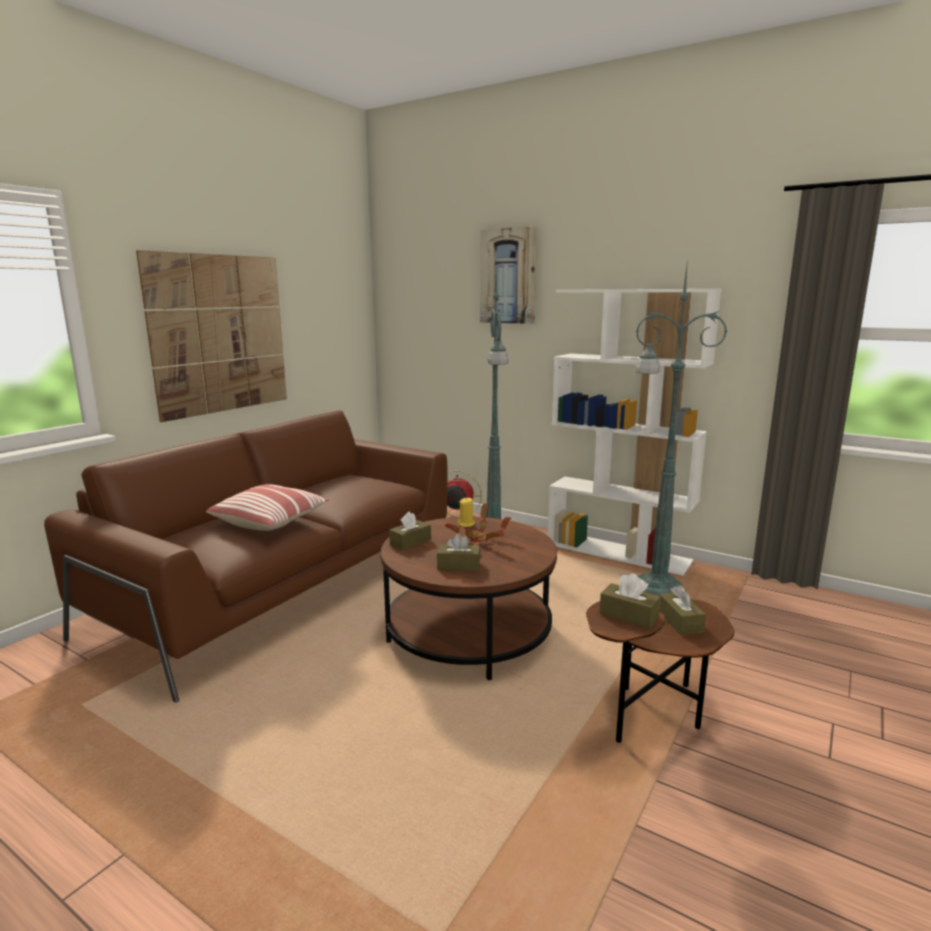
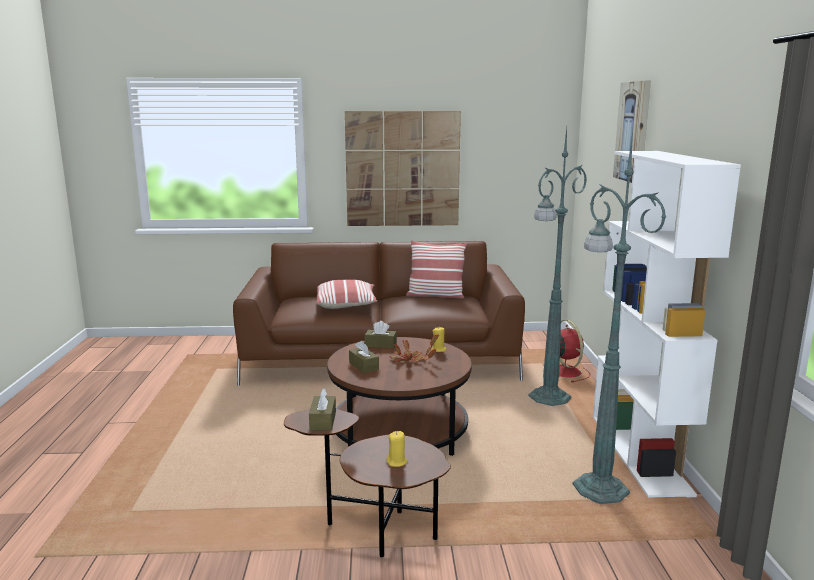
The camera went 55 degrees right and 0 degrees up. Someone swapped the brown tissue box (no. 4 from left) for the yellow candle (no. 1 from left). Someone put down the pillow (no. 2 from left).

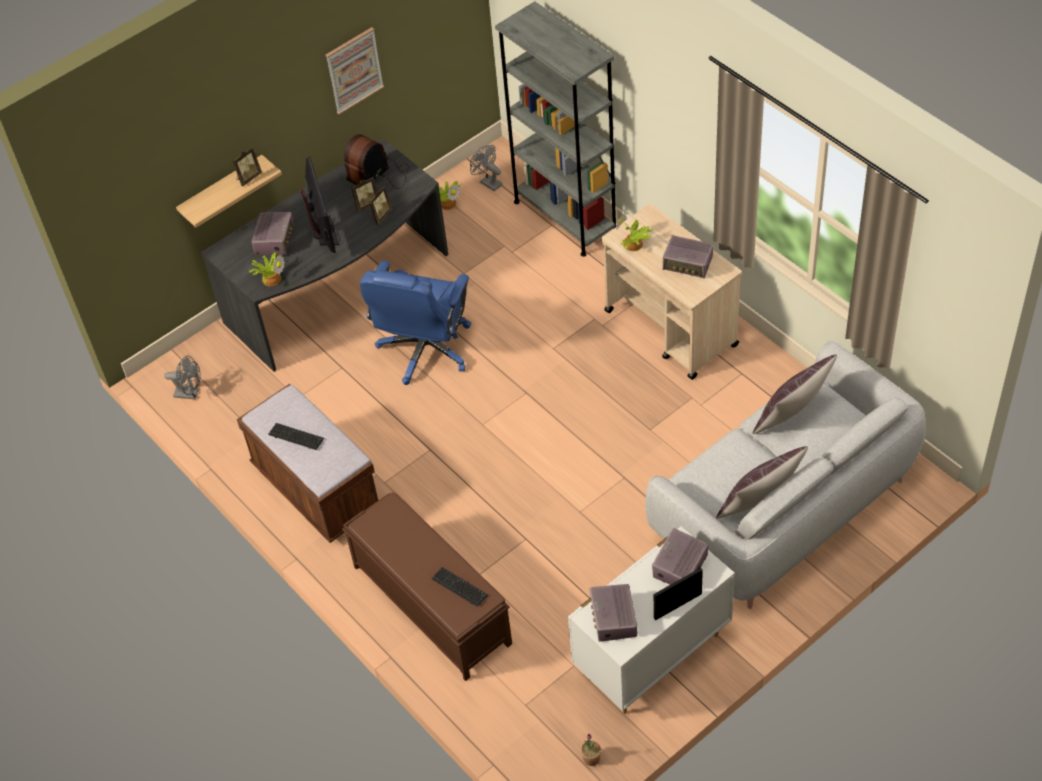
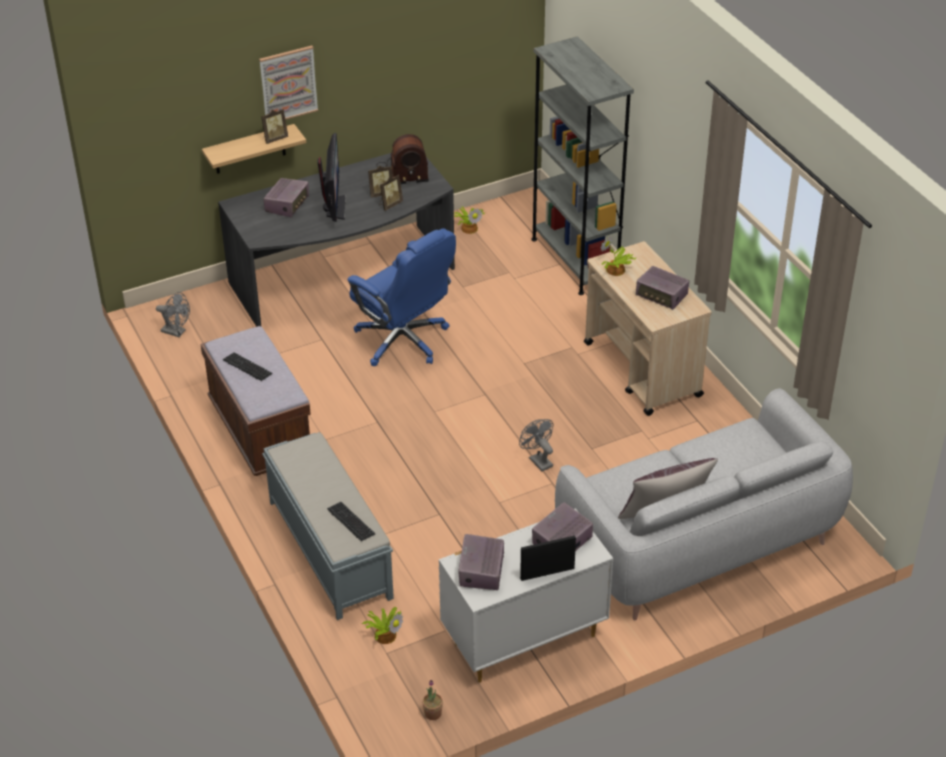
The camera went 10 degrees right and 10 degrees down. Someone carried the picture. Someone repainted the brown bench (no. 2 from left), which became the grey bench. Someone rotated the blue office chair by 75 degrees counterclockwise. Someone carried the potted plant (no. 1 from left). Someone rotated the radio (no. 2 from left) by 150 degrees counterclockwise. Someone carried the grey fan (no. 2 from left). Someone took away the brown pillow (no. 2 from left).

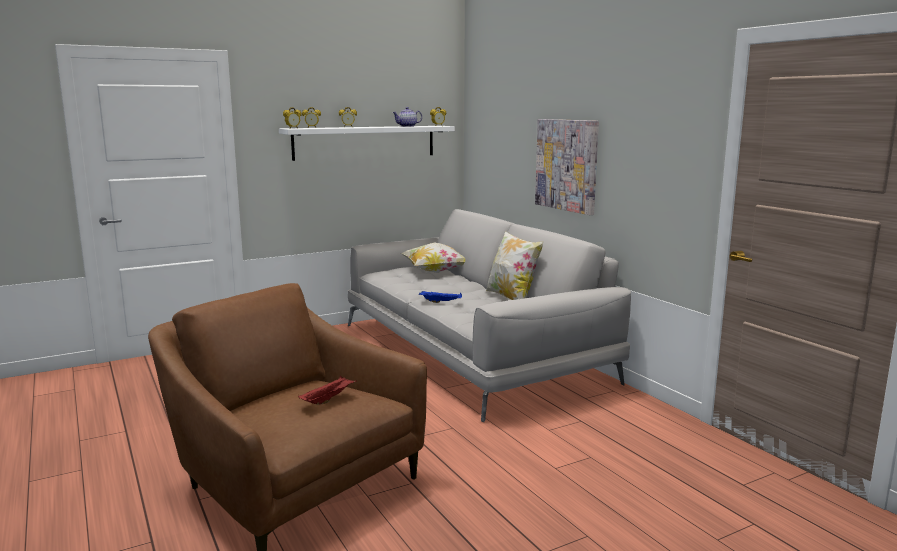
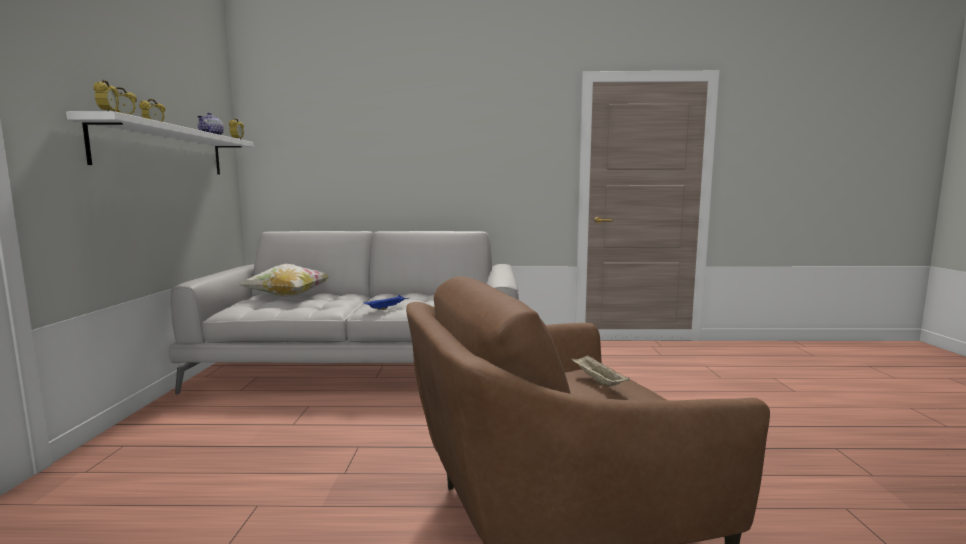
The camera went 60 degrees left and 5 degrees down. Someone repainted the red tray, which became the beige tray. Someone took away the pillow (no. 2 from left). Someone took away the picture.

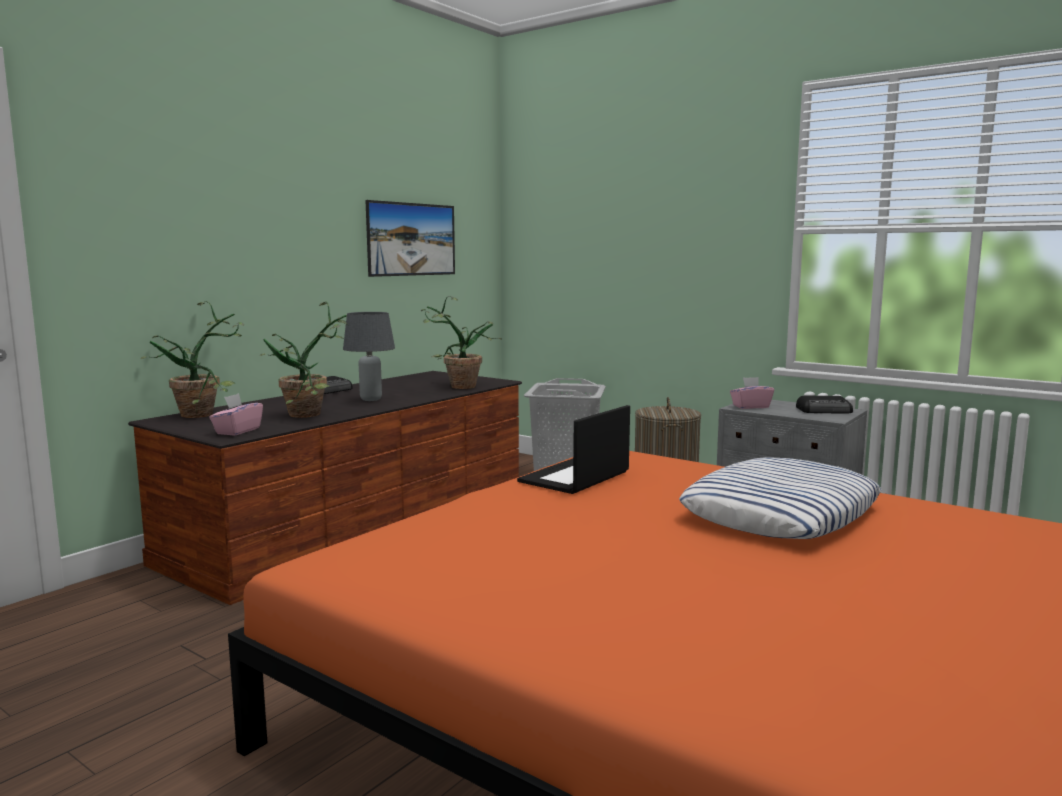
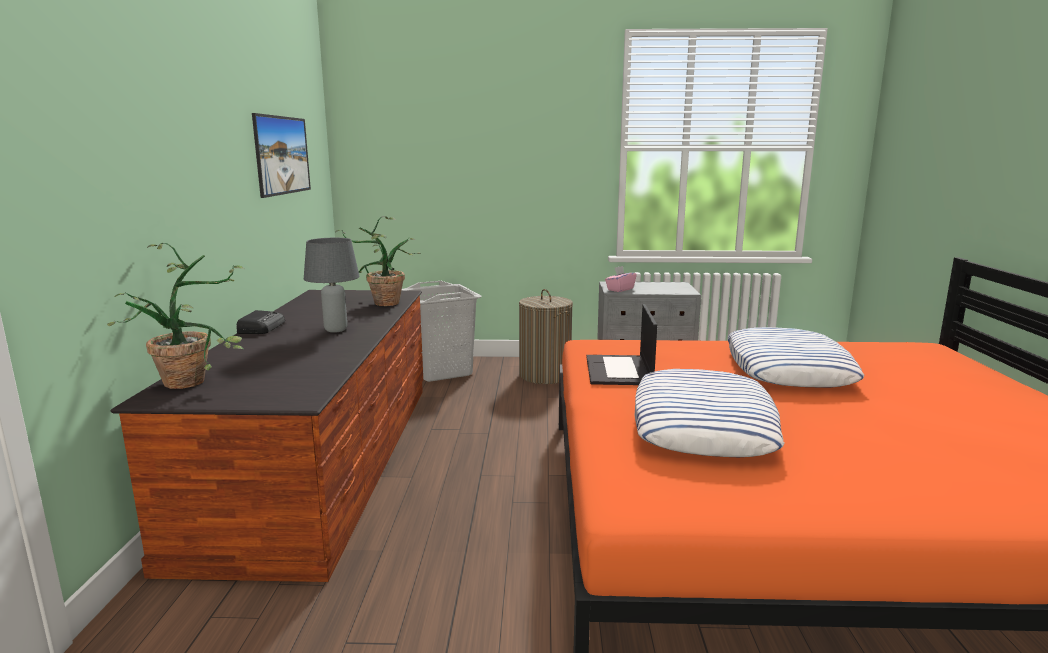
The camera went 35 degrees left and 5 degrees up. Someone put down the pillow (no. 1 from left). Someone took away the pink tissue box (no. 1 from left). Someone took away the potted plant (no. 2 from left). Someone took away the radio (no. 2 from left).

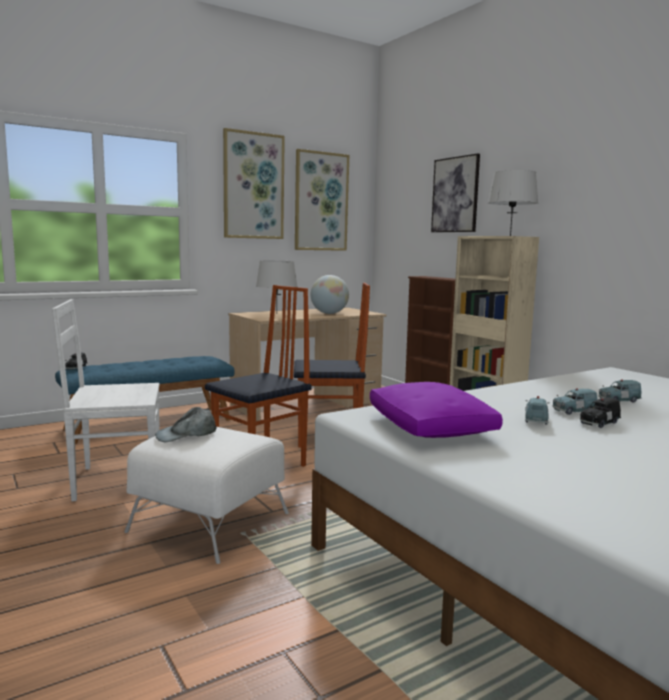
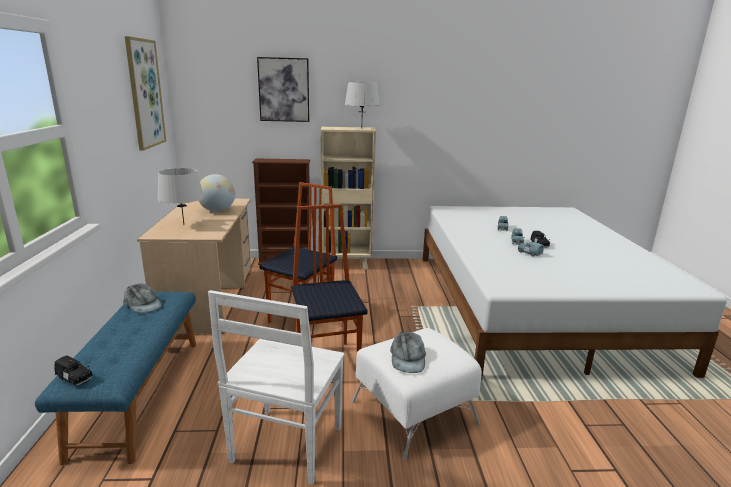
The camera went 60 degrees left and 10 degrees up. Someone put down the grey cap (no. 1 from left). Someone took away the picture (no. 1 from left). Someone took away the purple pillow.

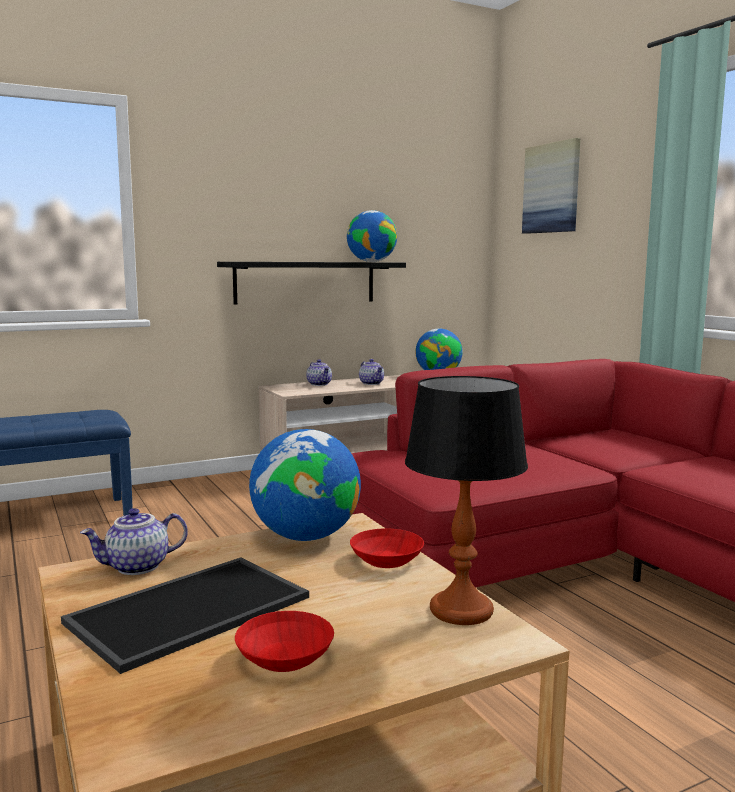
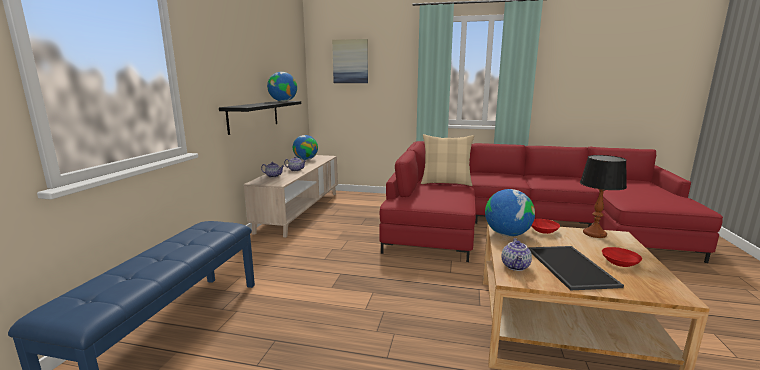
The camera went 50 degrees left and 5 degrees up. Someone put down the beige pillow.

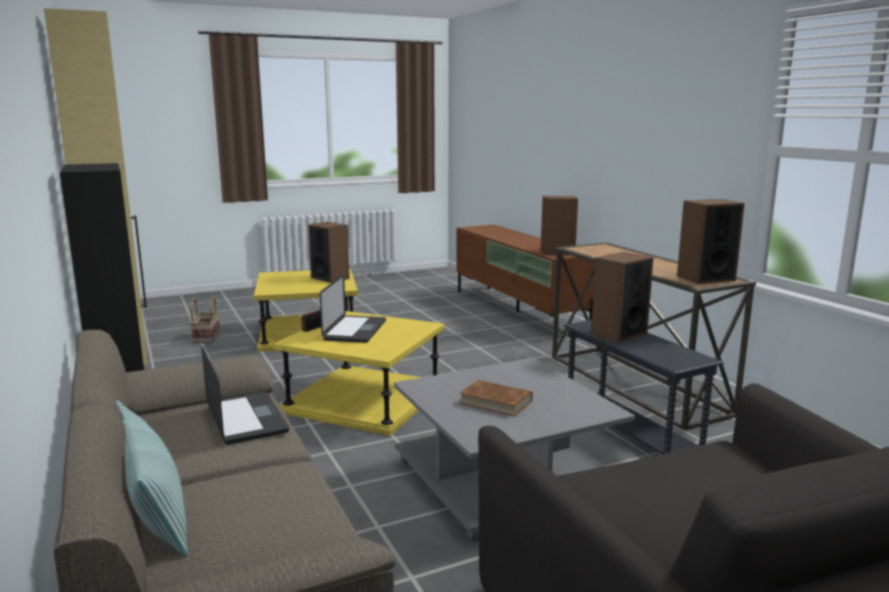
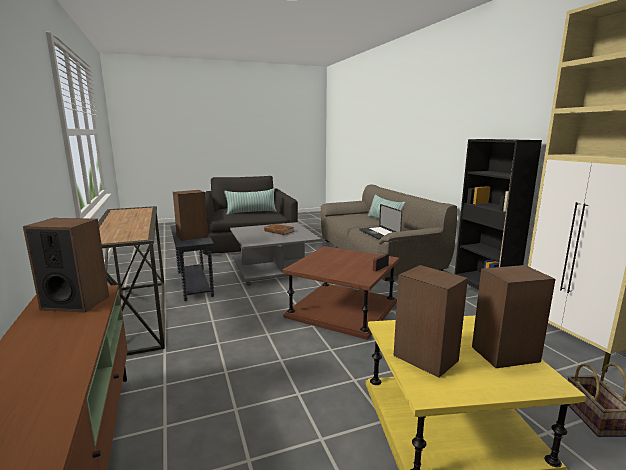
The camera went 175 degrees left and 0 degrees up. Someone put down the pillow (no. 1 from left). Someone repainted the yellow side table (no. 2 from left), which became the brown side table. Someone carried the speaker (no. 4 from left). Someone took away the laptop (no. 2 from left).

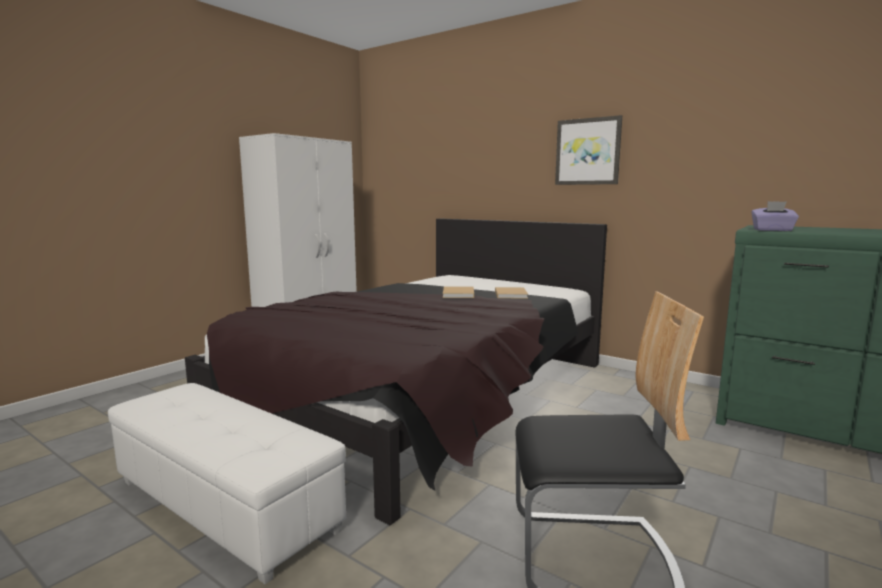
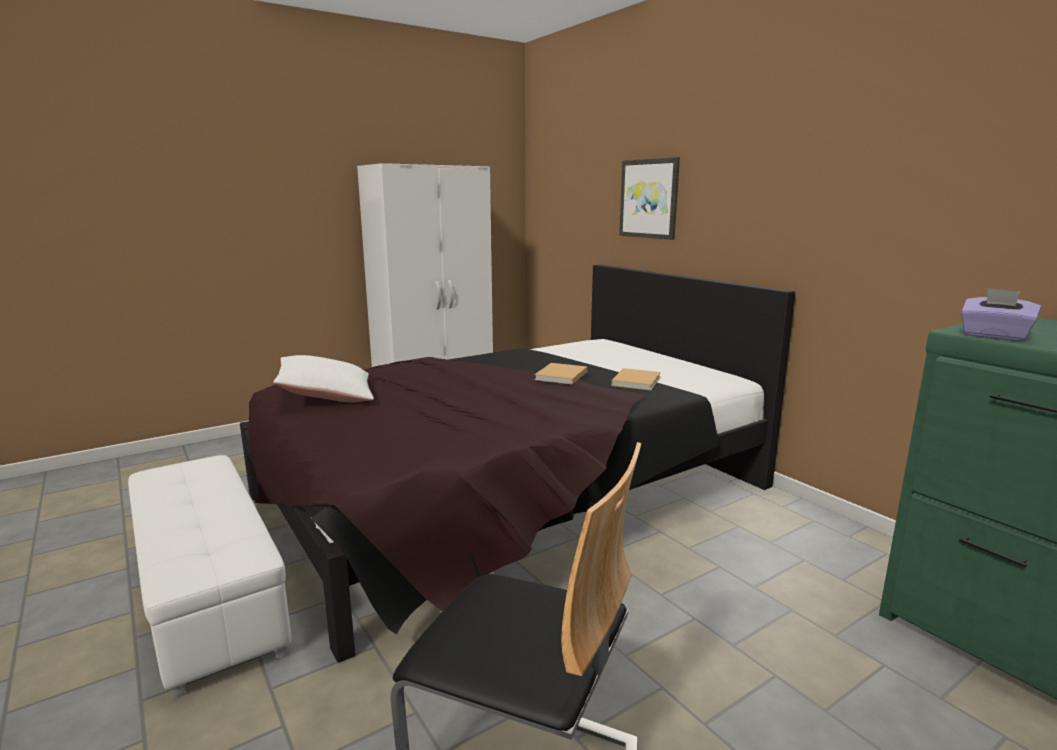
The camera went 20 degrees right and 5 degrees up. Someone put down the white pillow. Someone carried the picture.

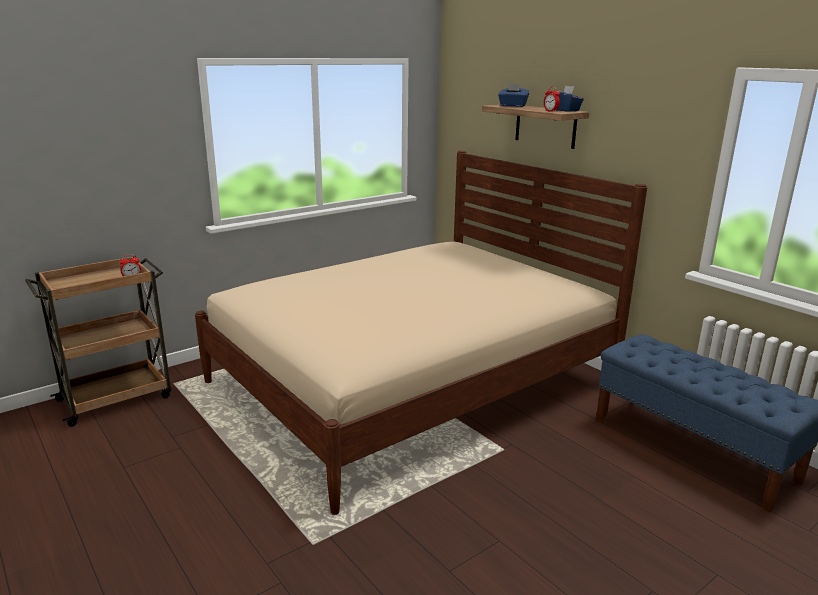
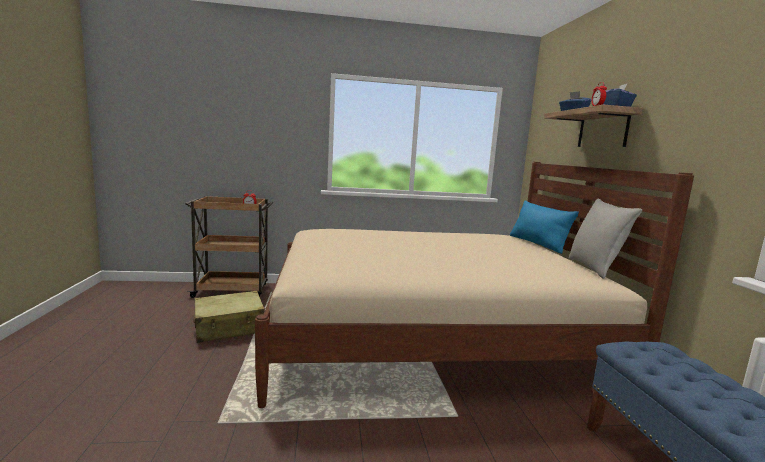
The camera went 30 degrees right and 10 degrees down. Someone put down the beige suitcase. Someone put down the blue pillow. Someone put down the grey pillow.

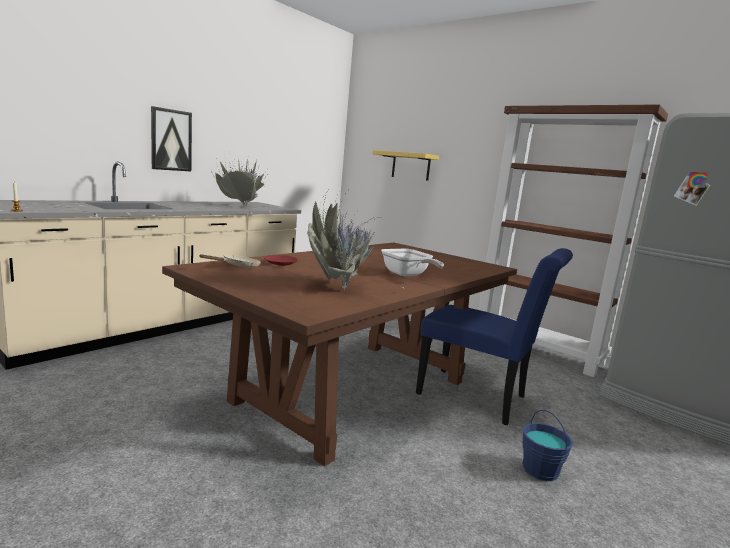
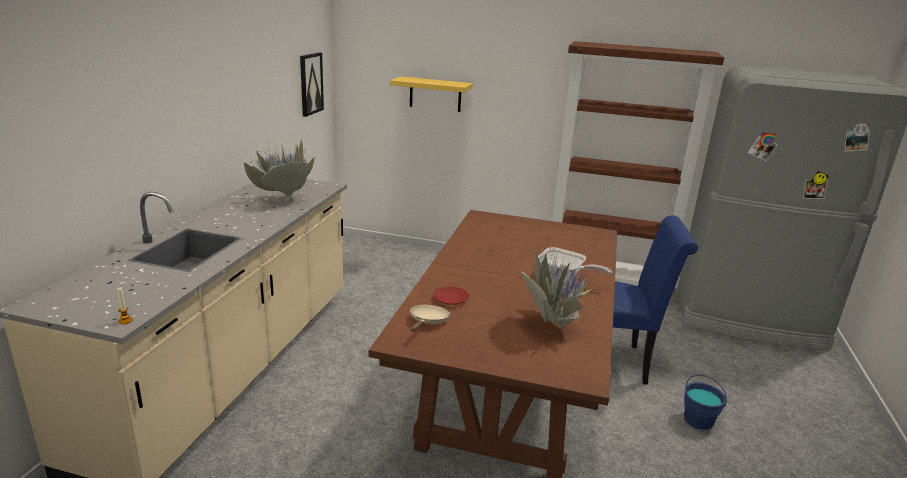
The camera went 25 degrees left and 10 degrees up. Someone carried the picture.

